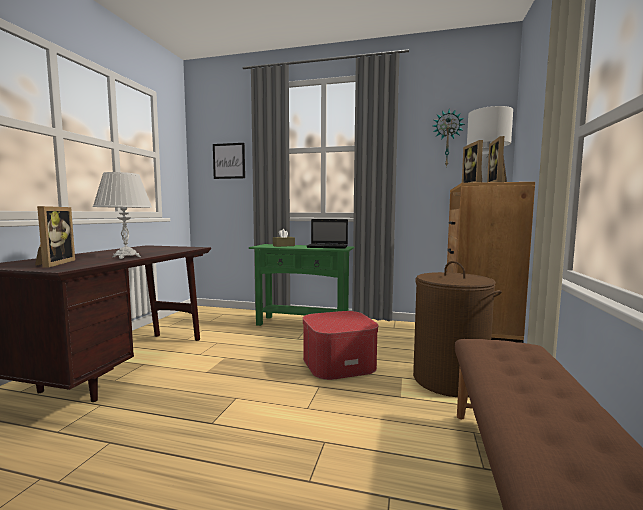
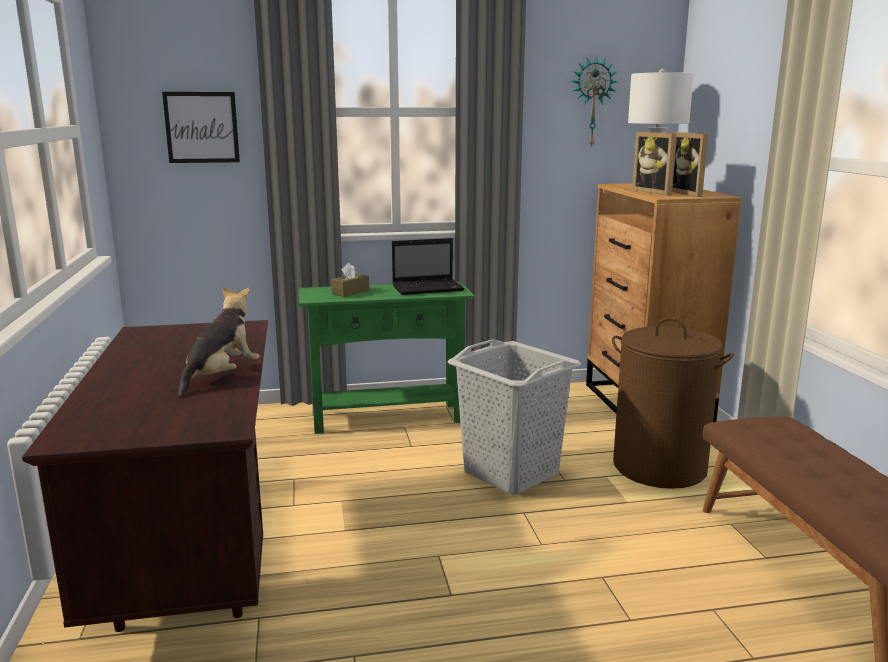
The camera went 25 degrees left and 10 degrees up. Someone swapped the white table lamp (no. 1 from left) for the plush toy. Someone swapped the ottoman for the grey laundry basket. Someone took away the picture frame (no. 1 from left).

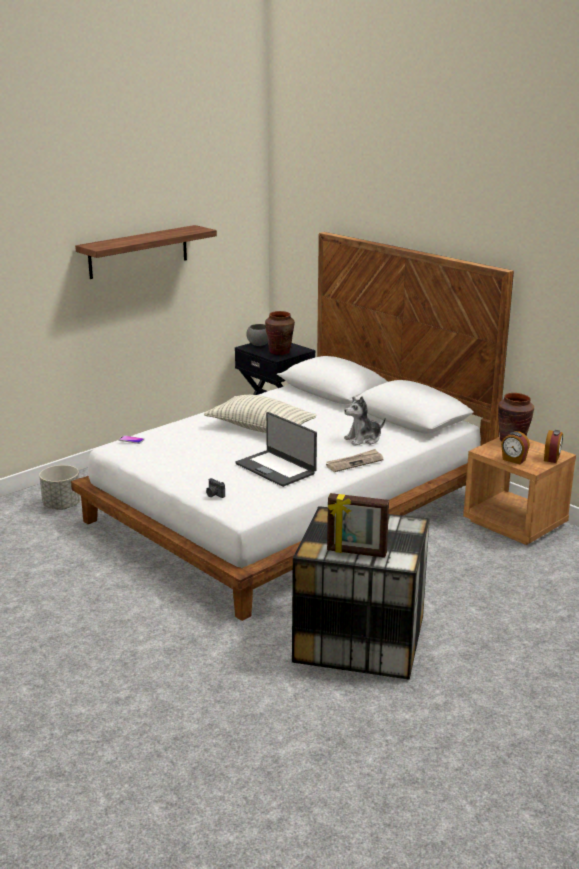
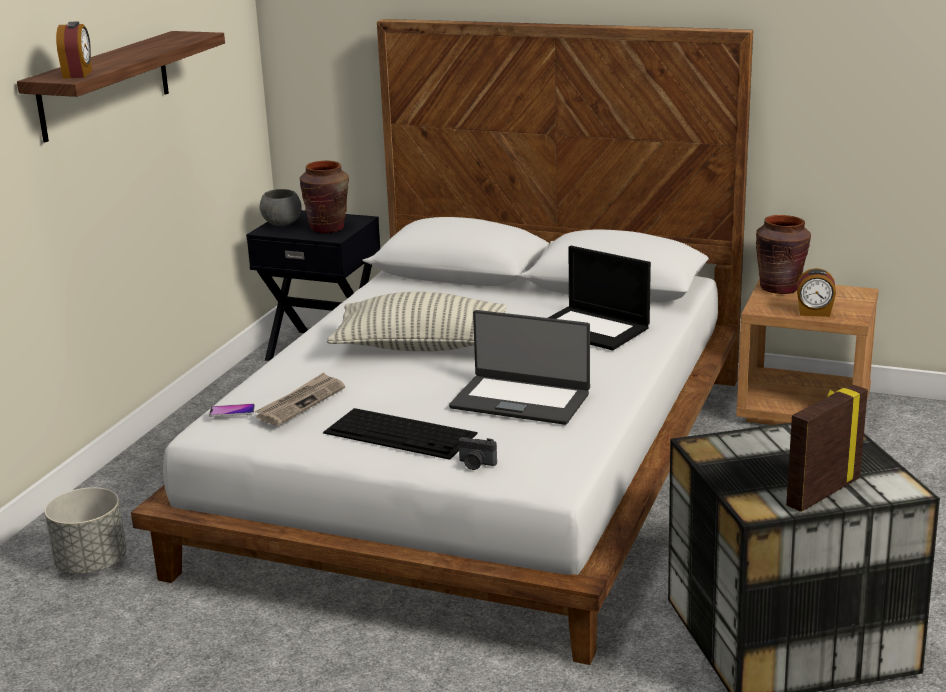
The camera went 25 degrees left and 0 degrees up. Someone carried the alarm clock (no. 2 from left in the first image). Someone carried the newspaper. Someone put down the keyboard. Someone swapped the plush toy for the laptop (no. 2 from left). Someone rotated the picture frame by 150 degrees clockwise.

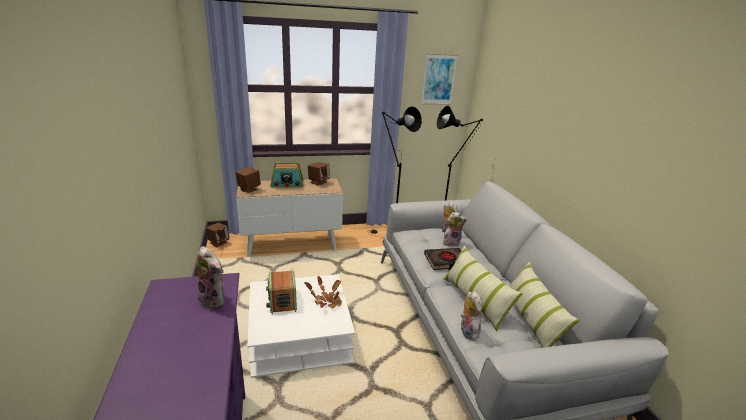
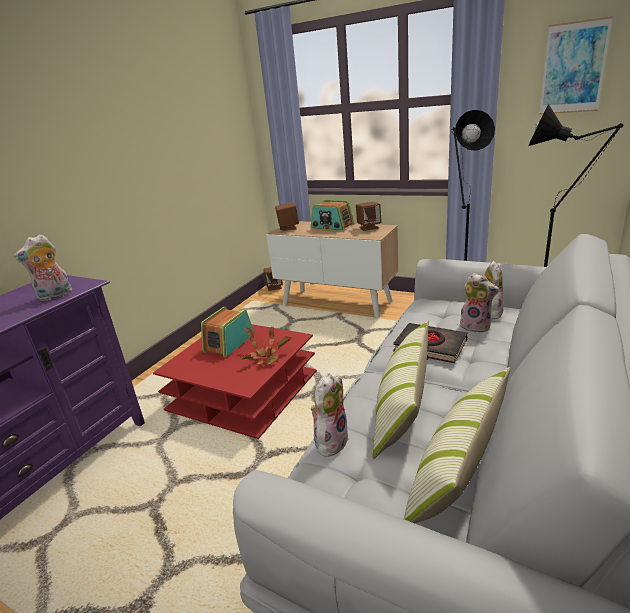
The camera went 45 degrees right and 0 degrees up. Someone rotated the plush toy (no. 1 from left) by 60 degrees clockwise. Someone repainted the white coffee table, which became the red coffee table.

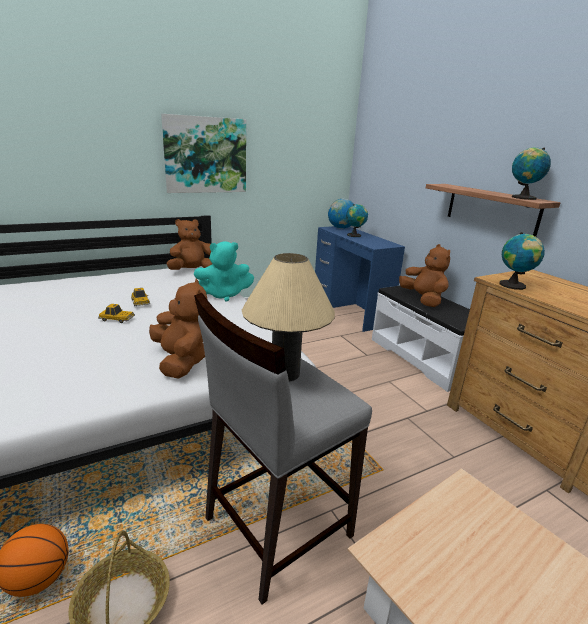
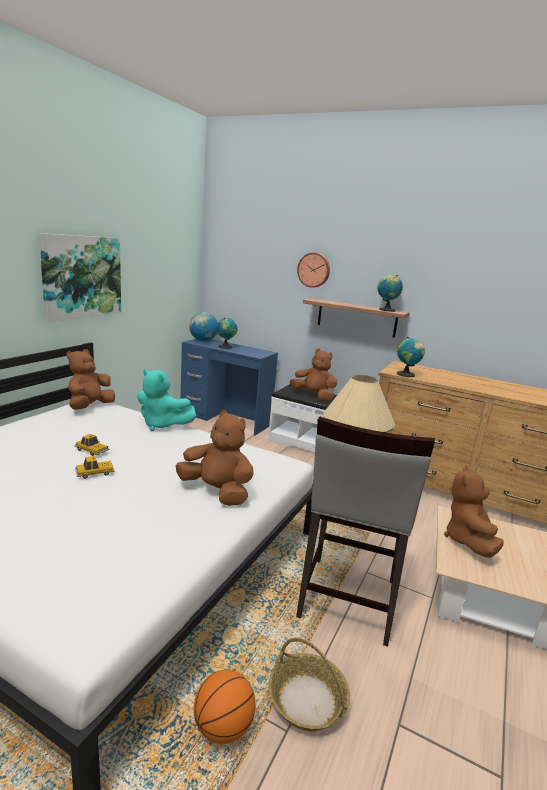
The camera went 35 degrees left and 5 degrees down. Someone rotated the turquoise plush toy by 75 degrees clockwise. Someone put up the wall clock. Someone put down the brown plush toy (no. 4 from left).

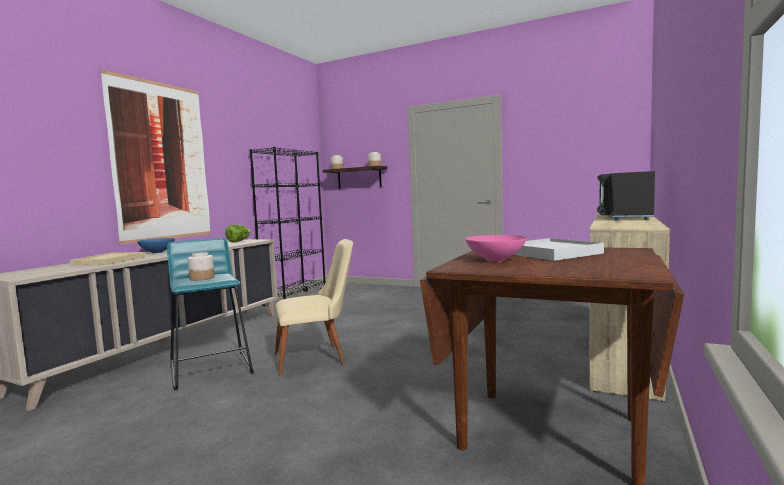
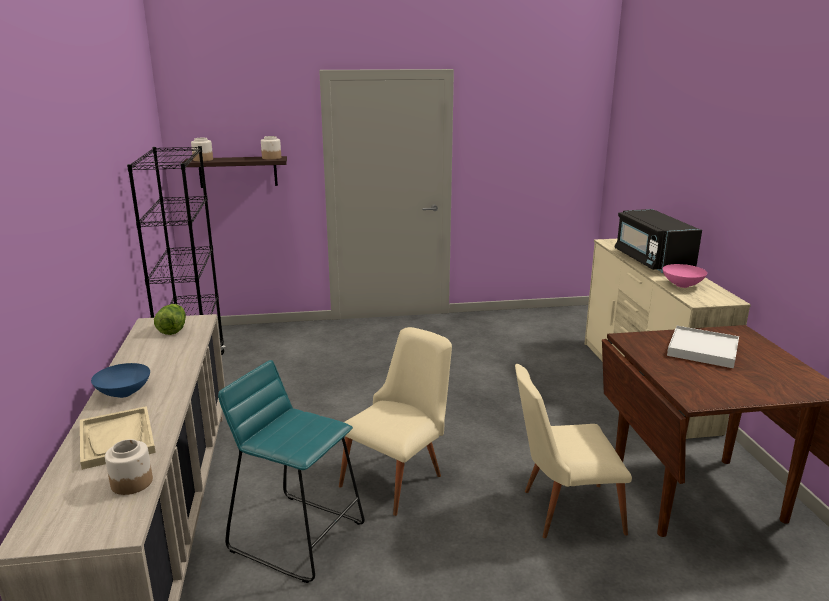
The camera went 35 degrees left and 15 degrees up. Someone carried the jar (no. 1 from left). Someone put down the beige chair (no. 2 from left). Someone carried the pink bowl. Someone took away the picture.

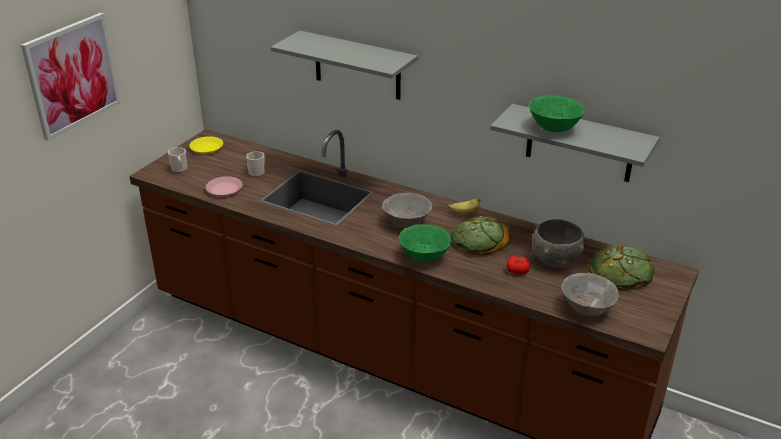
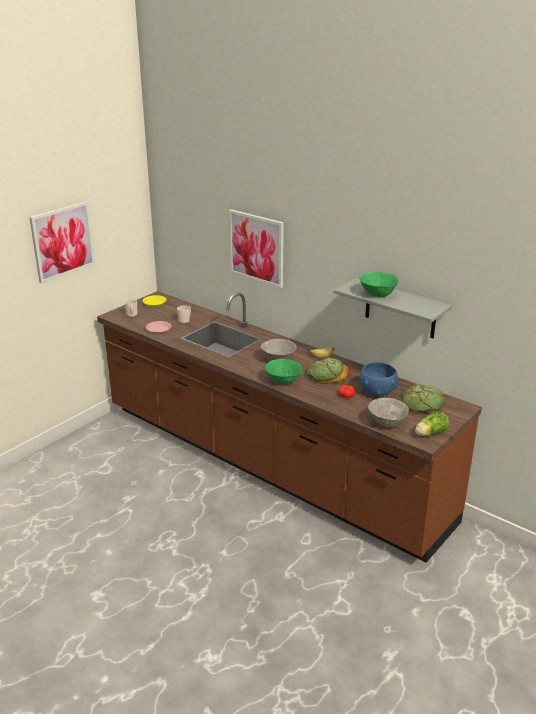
The camera went 10 degrees right and 5 degrees down. Someone swapped the grey shelf (no. 1 from left) for the picture (no. 2 from left). Someone repainted the grey bowl (no. 2 from left), which became the blue bowl. Someone put down the lettuce.

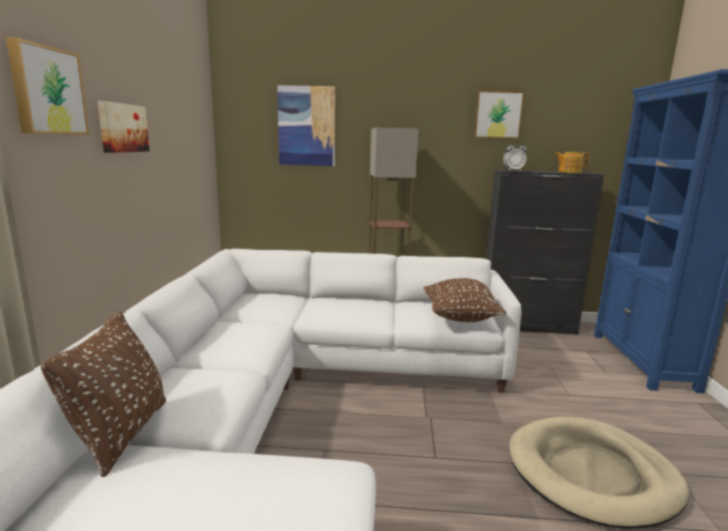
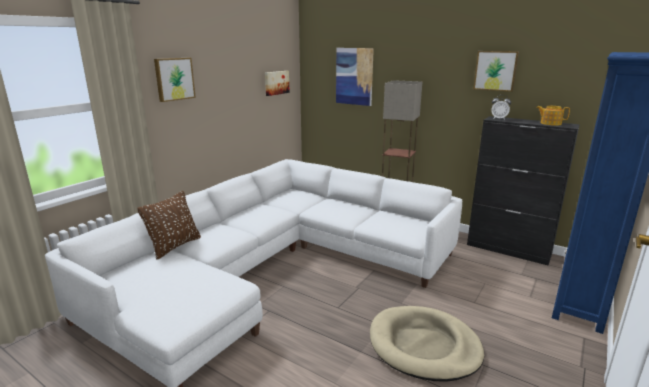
The camera went 30 degrees right and 5 degrees up. Someone carried the picture (no. 2 from left). Someone took away the brown pillow (no. 2 from left).

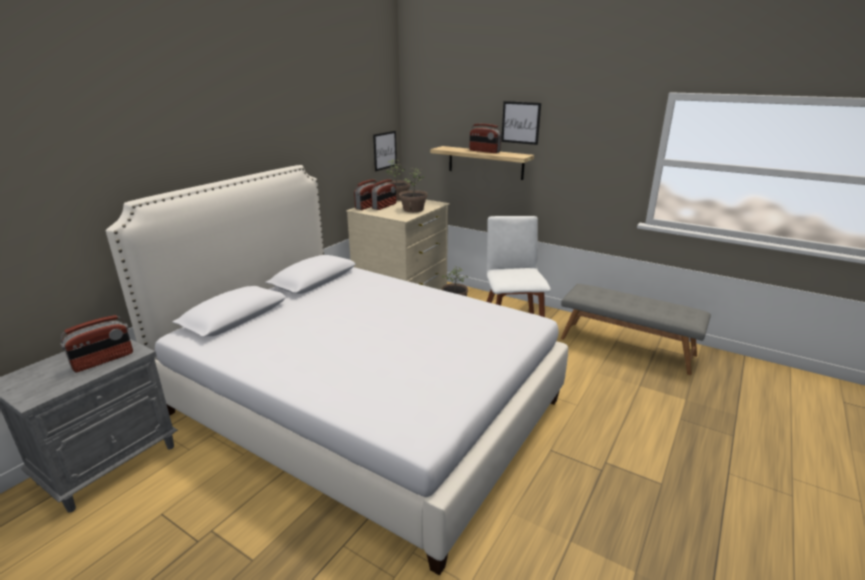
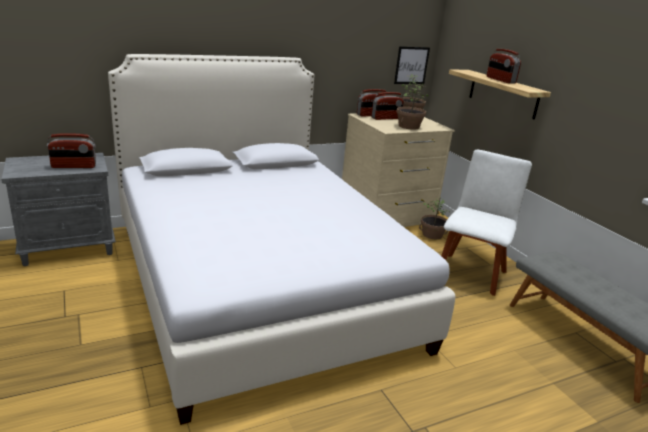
The camera went 30 degrees right and 0 degrees up. Someone took away the picture (no. 2 from left).

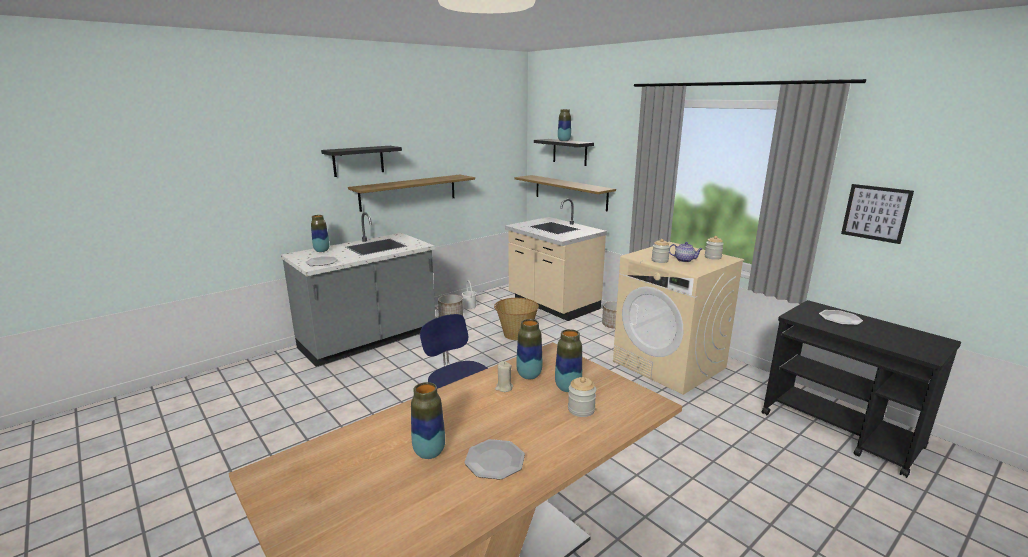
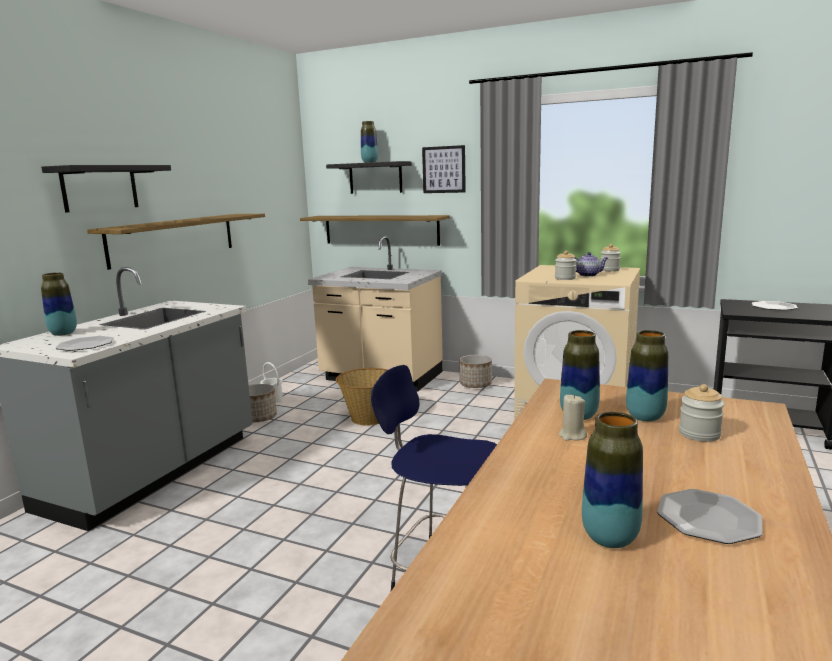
The camera went 25 degrees left and 5 degrees down. Someone carried the picture.

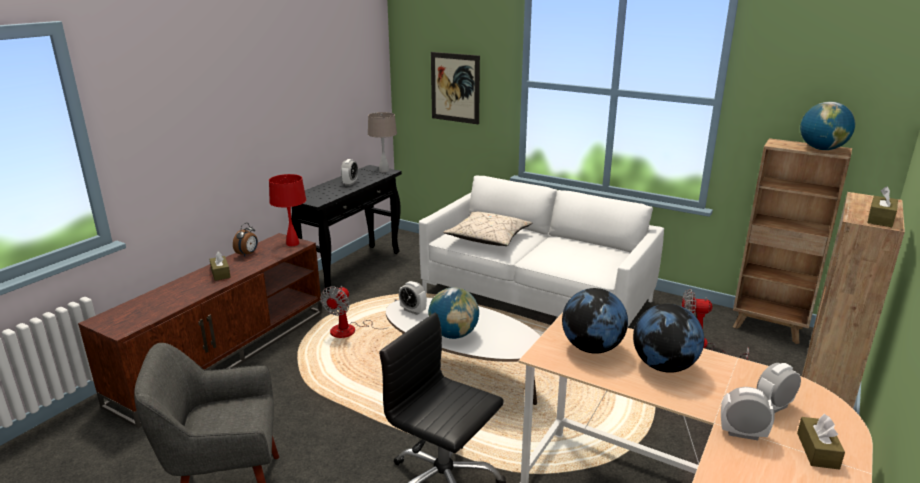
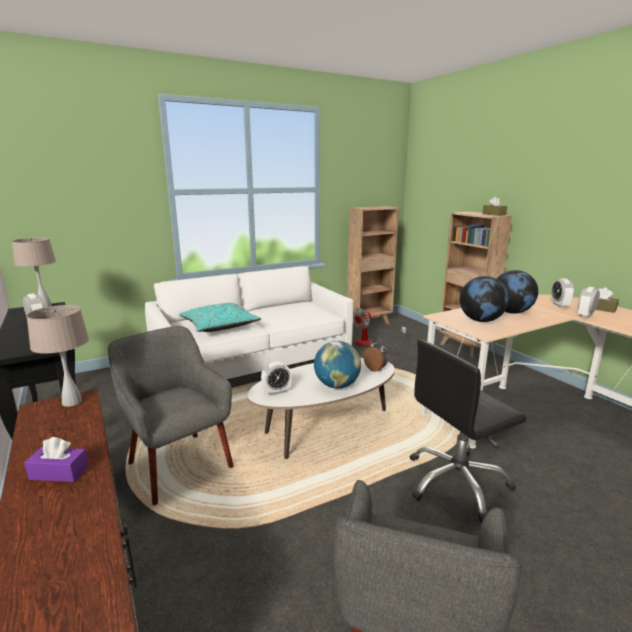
The camera went 60 degrees left and 5 degrees down. Someone repainted the brown tissue box (no. 1 from left), which became the purple tissue box. Someone repainted the red table lamp, which became the beige table lamp (no. 2 from left). Someone swapped the fan (no. 1 from left) for the grey armchair (no. 1 from left). Someone repainted the beige pillow, which became the turquoise pillow. Someone carried the alarm clock (no. 1 from left in the first image). Someone took away the picture. Someone took away the globe (no. 4 from left).

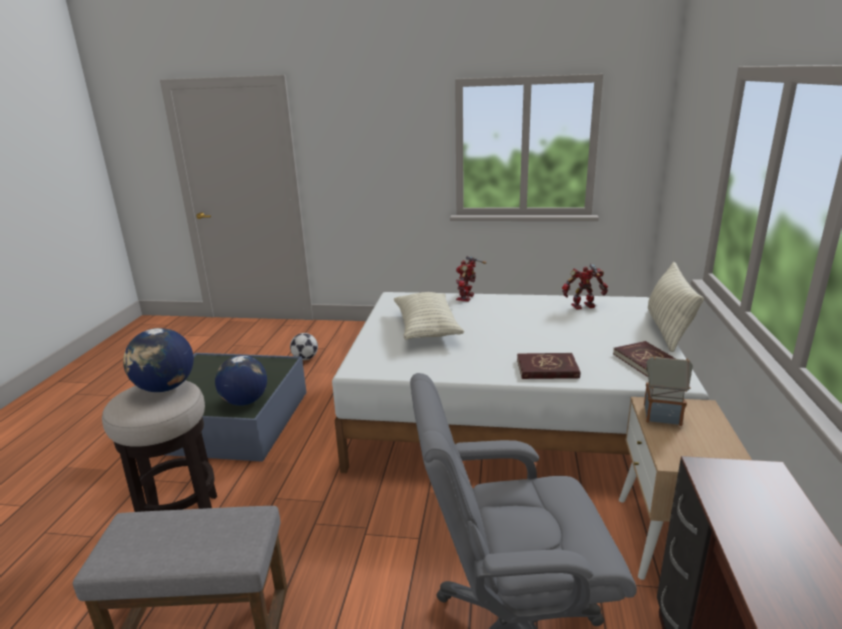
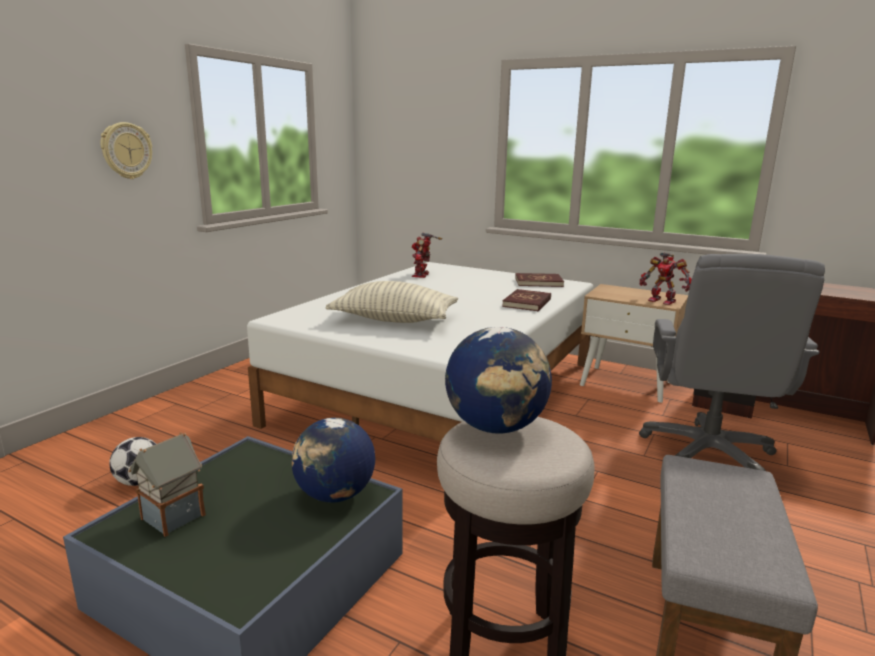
The camera went 70 degrees left and 5 degrees down. Someone put up the wall clock. Someone carried the toy house. Someone carried the toy robot (no. 1 from left in the first image). Someone took away the pillow (no. 2 from left).

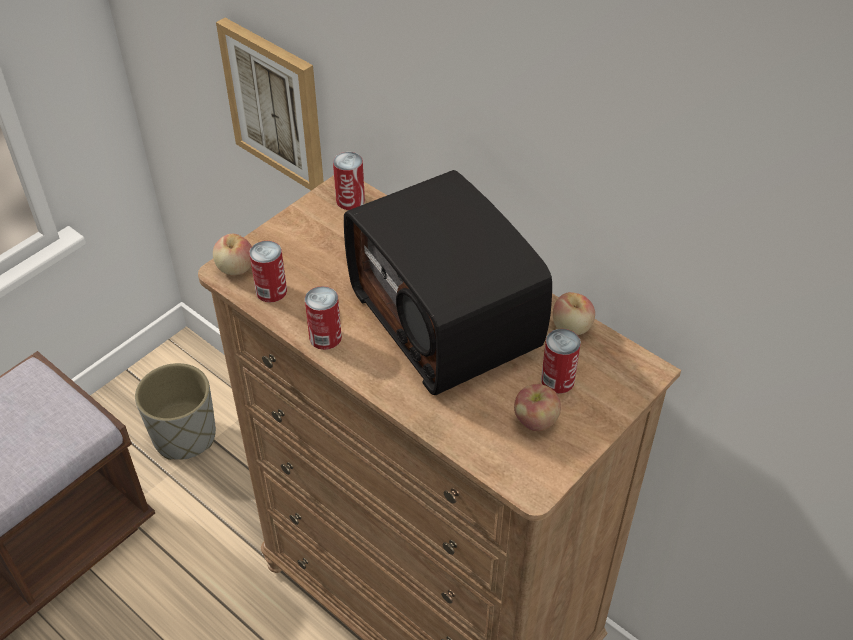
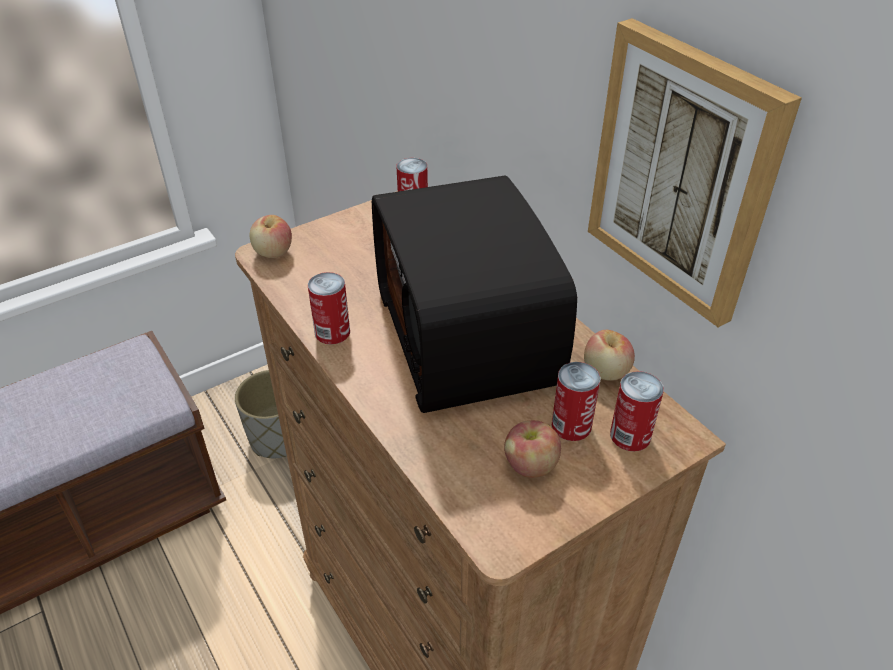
The camera went 15 degrees right and 5 degrees down. Someone carried the picture. Someone carried the can (no. 1 from left in the first image).

